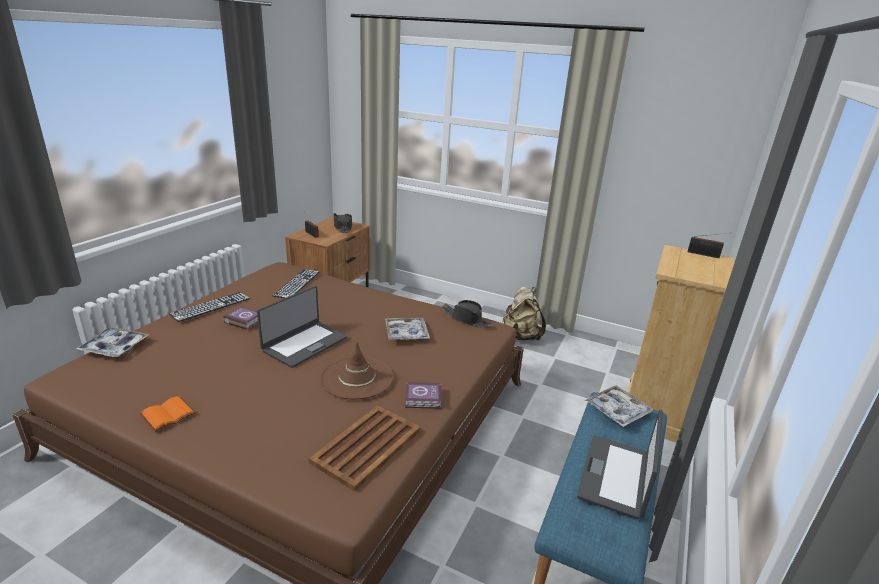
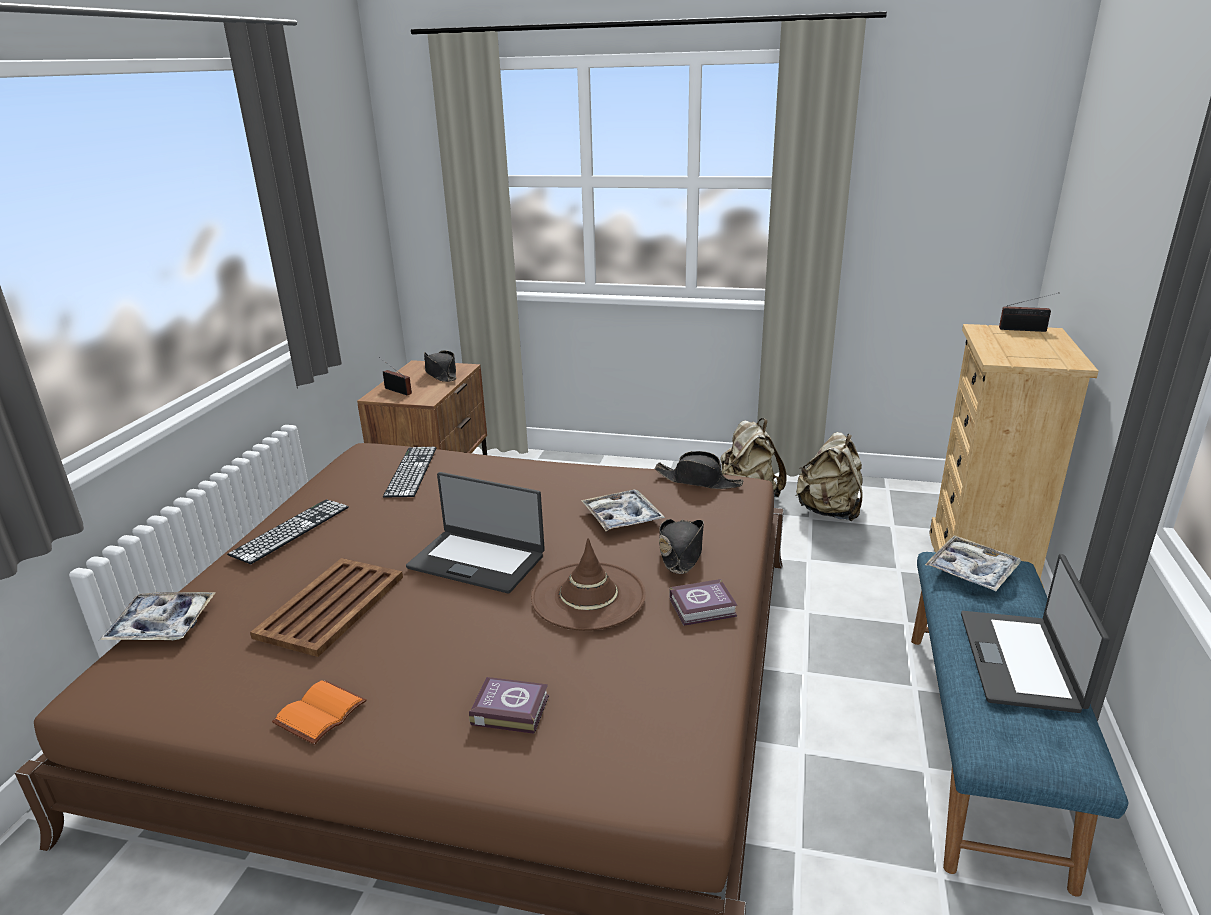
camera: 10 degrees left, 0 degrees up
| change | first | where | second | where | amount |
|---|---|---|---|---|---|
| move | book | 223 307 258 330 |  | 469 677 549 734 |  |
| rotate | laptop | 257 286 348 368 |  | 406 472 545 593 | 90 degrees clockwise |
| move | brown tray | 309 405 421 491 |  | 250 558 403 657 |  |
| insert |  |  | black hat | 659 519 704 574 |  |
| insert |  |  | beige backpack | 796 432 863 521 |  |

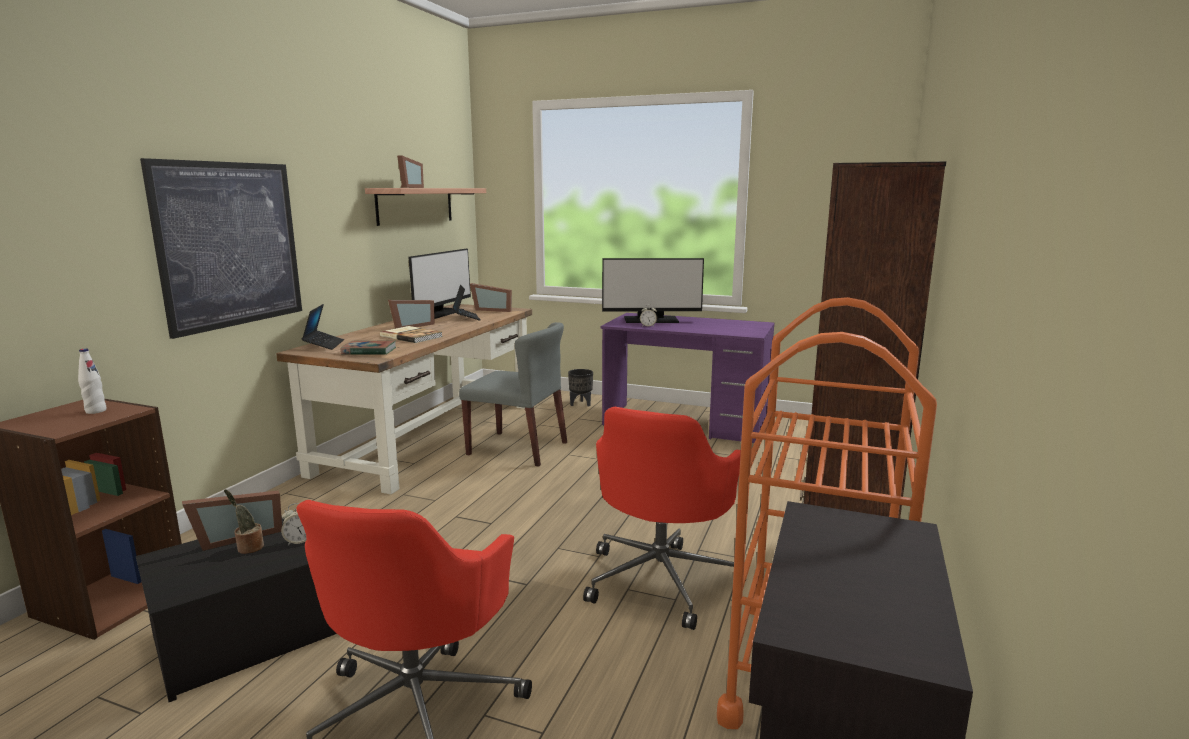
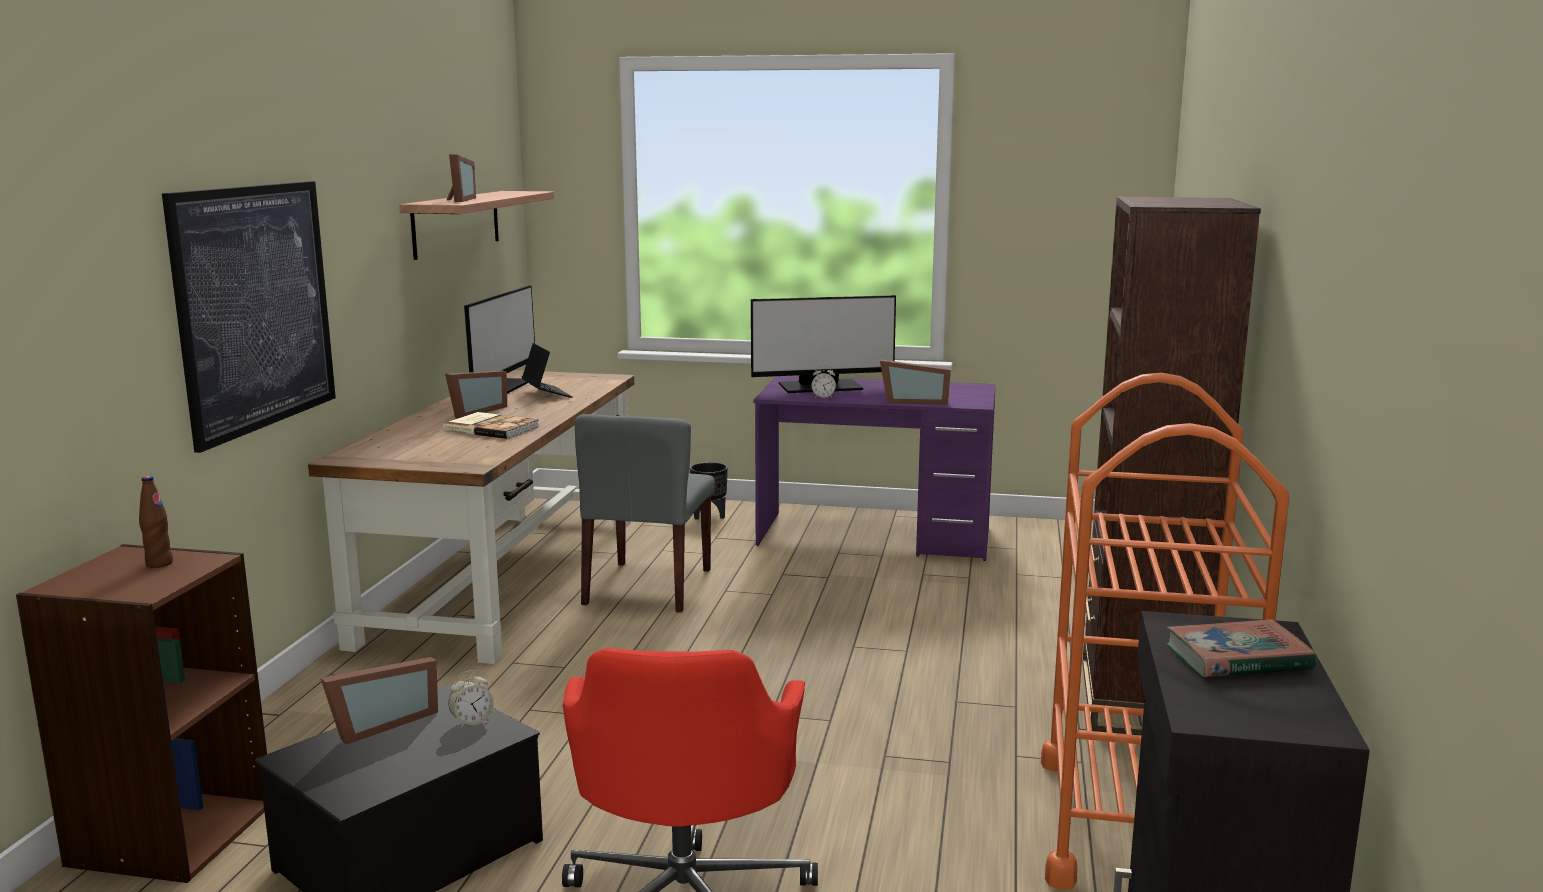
camera: 10 degrees left, 0 degrees up
| change | first | where | second | where | amount |
|---|---|---|---|---|---|
| recolor | white bottle | 78 349 107 414 | brown bottle | 139 476 173 568 |  |
| delete | potted plant | 224 489 264 554 |  |  |  |
| delete | laptop | 302 304 344 350 |  |  |  |
| move | book | 341 340 396 355 |  | 1166 619 1316 677 |  |
| rotate | grey chair | 459 322 567 467 |  | 575 414 715 613 | 90 degrees clockwise |
| move | picture frame | 470 283 512 312 |  | 880 359 951 405 |  |
| delete | red office chair | 583 407 741 630 |  |  |  |

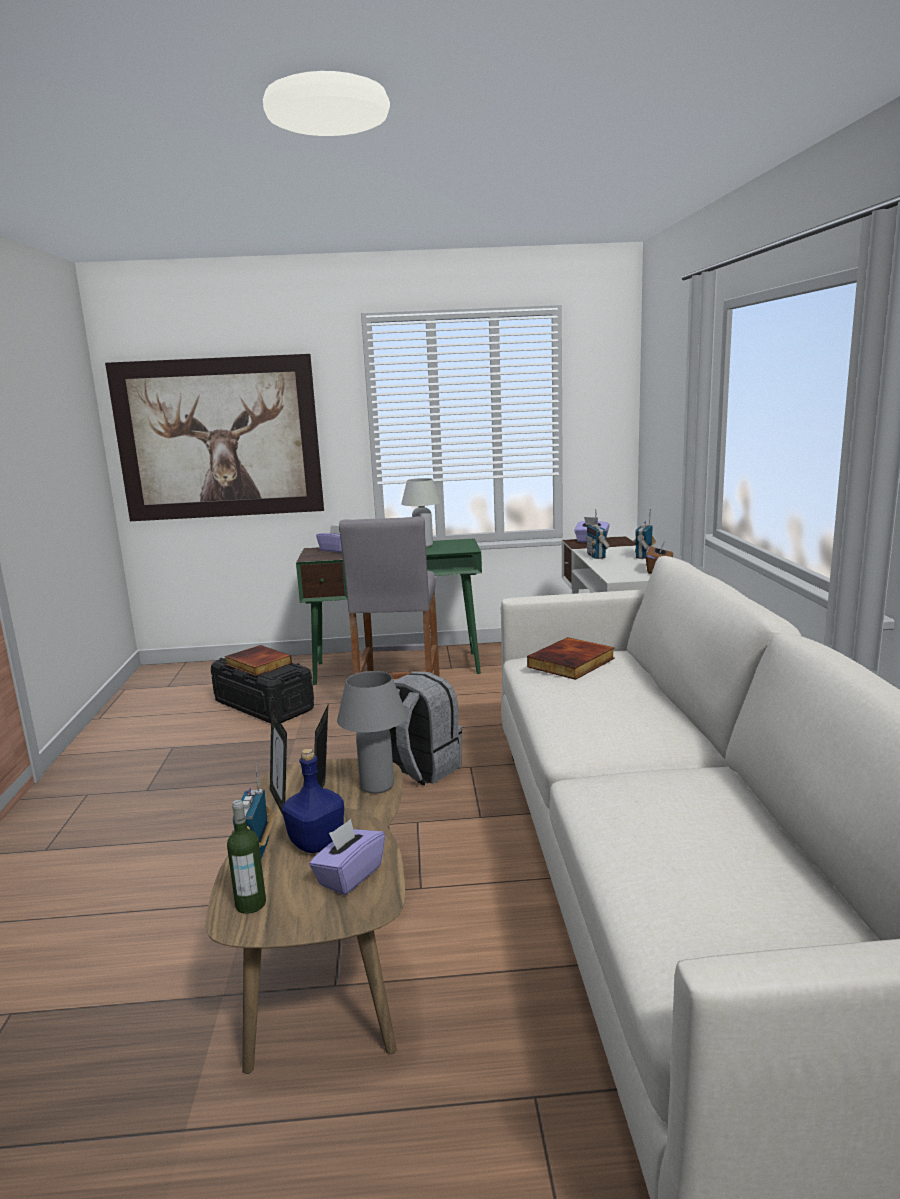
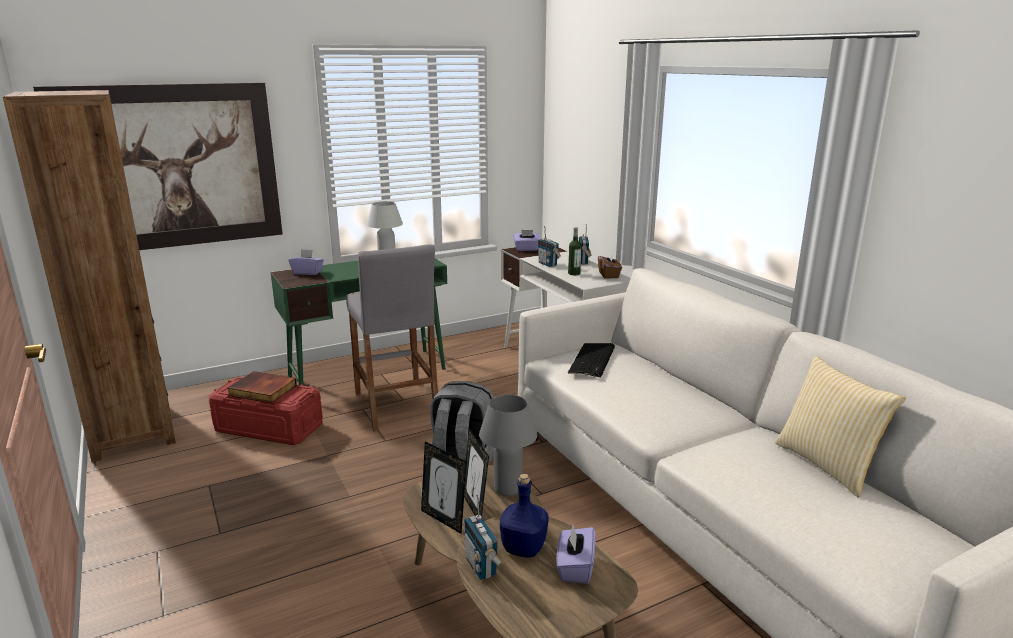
camera: 25 degrees left, 5 degrees up
| change | first | where | second | where | amount |
|---|---|---|---|---|---|
| recolor | black storage box | 211 658 314 724 | red storage box | 208 377 323 445 |  |
| move | bottle | 227 800 266 914 |  | 568 227 581 275 |  |
| replace | book | 527 637 615 680 | keyboard | 568 343 615 377 |  |
| insert |  |  | brown bookcase | 3 90 176 462 |  |
| insert |  |  | pillow | 775 356 906 498 |  |

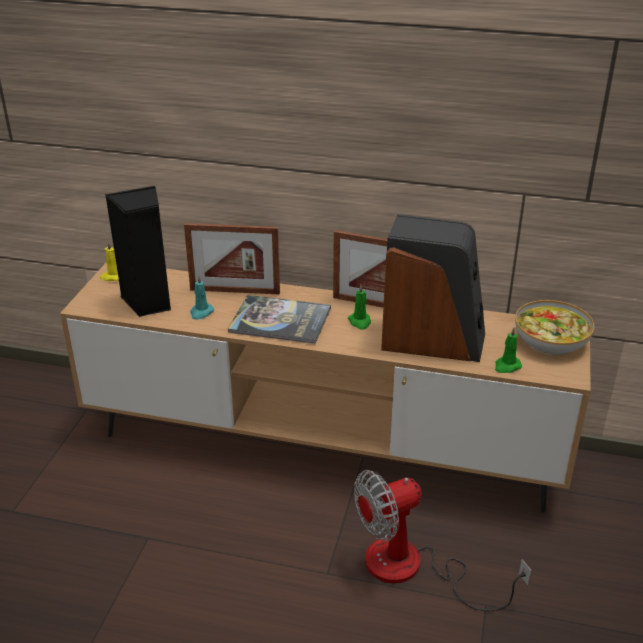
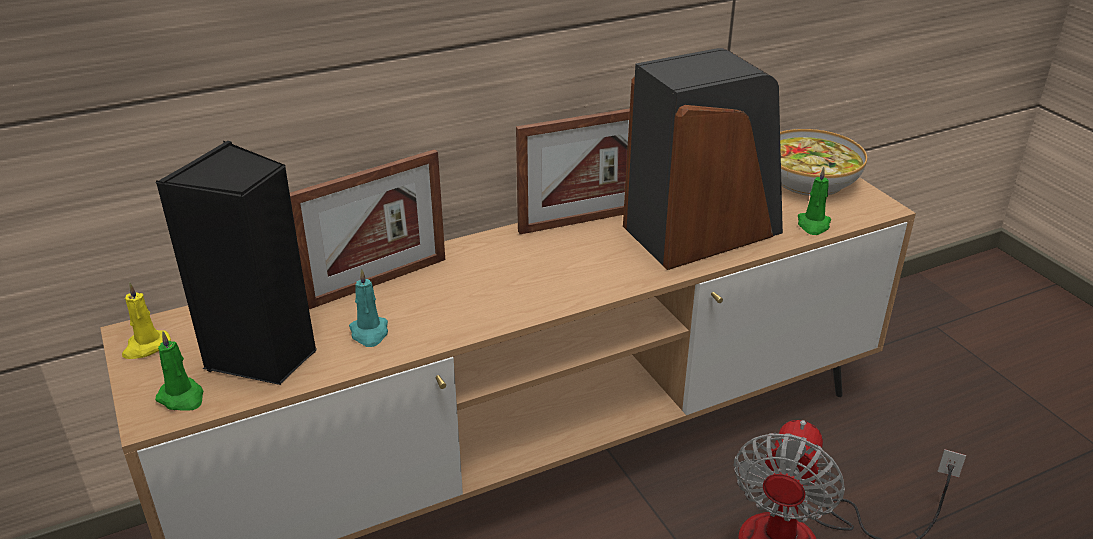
camera: 40 degrees left, 0 degrees up
| change | first | where | second | where | amount |
|---|---|---|---|---|---|
| delete | book | 228 295 331 344 |  |  |  |
| move | green candle | 348 285 371 330 |  | 155 331 204 411 |  |

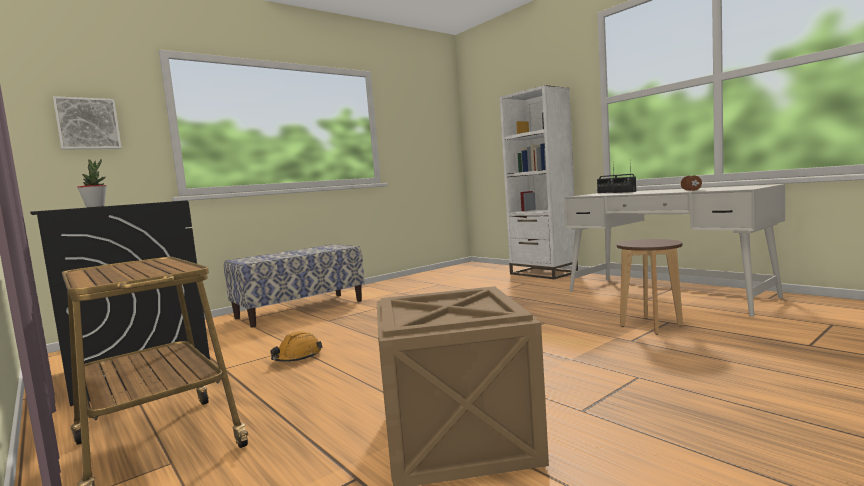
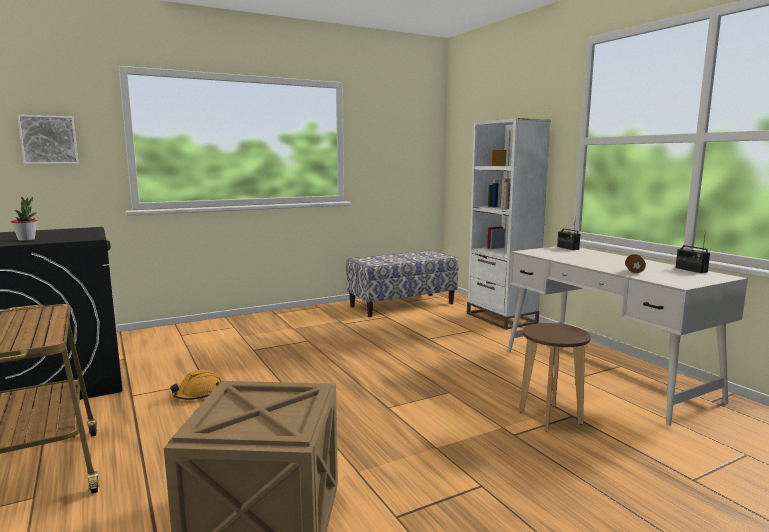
camera: 10 degrees right, 5 degrees up
| change | first | where | second | where | amount |
|---|---|---|---|---|---|
| move | bench | 224 244 365 328 |  | 346 250 459 317 |  |
| move | radio | 612 163 636 193 |  | 676 231 710 273 |  |

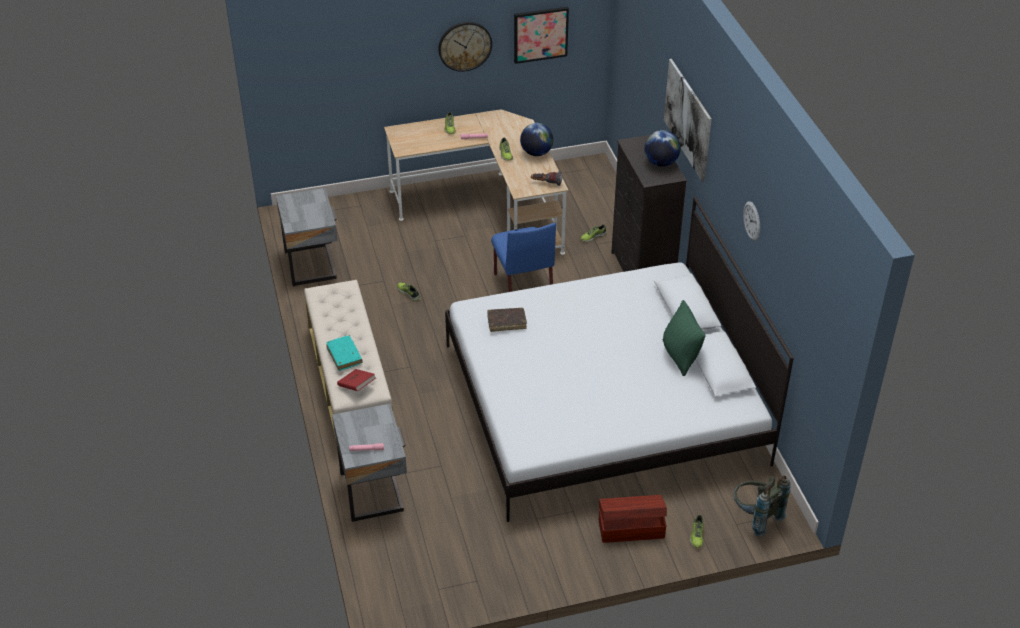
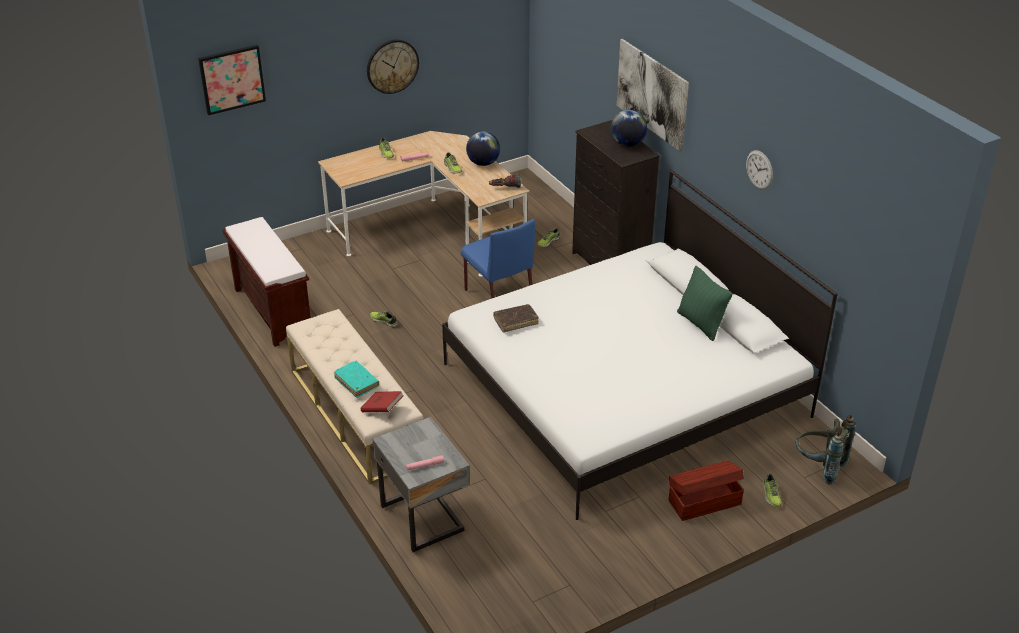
camera: 15 degrees left, 5 degrees down
| change | first | where | second | where | amount |
|---|---|---|---|---|---|
| replace | grey nightstand | 276 188 337 286 | brown bench | 222 217 311 347 |  |
| move | picture | 514 7 569 64 |  | 198 45 266 115 |  |

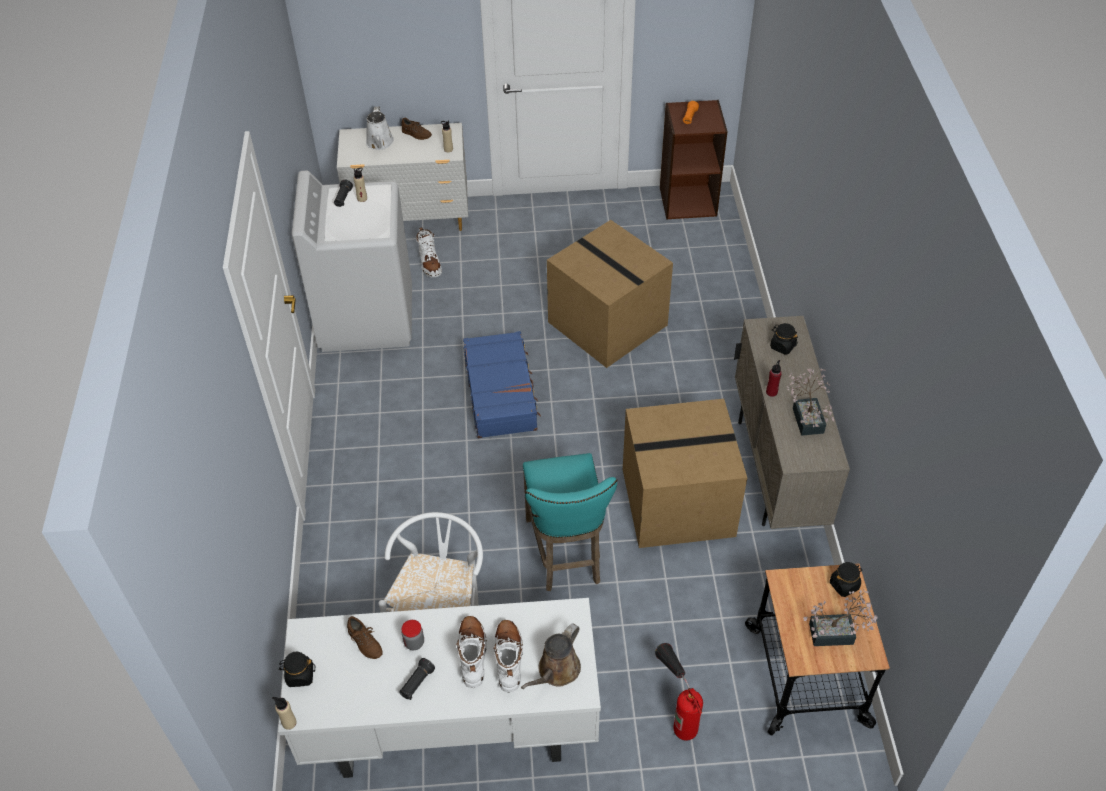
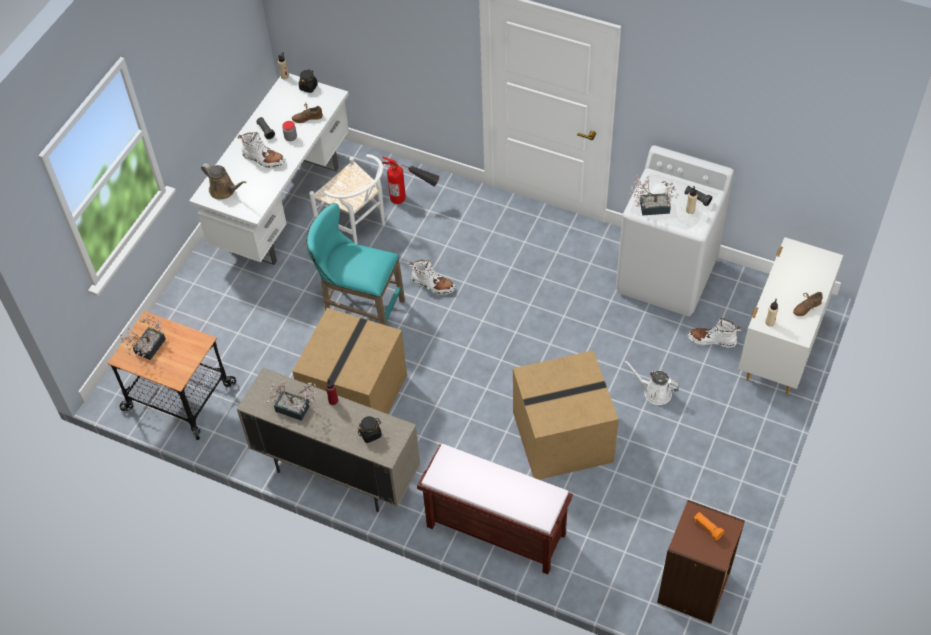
camera: 120 degrees right, 5 degrees up
| change | first | where | second | where | amount |
|---|---|---|---|---|---|
| move | white watering can | 366 107 394 150 |  | 624 360 680 405 |  |
| delete | blue suitcase | 463 331 541 438 |  |  |  |
| move | white boot | 494 620 523 693 |  | 409 260 455 295 |  |
| rotate | brown watering can | 521 623 581 689 |  | 201 163 247 200 | 150 degrees clockwise |
| move | fire extinguisher | 655 643 703 741 |  | 382 157 439 204 |  |
| delete | black jar | 830 562 863 597 |  |  |  |
| insert |  |  | brown bench | 417 444 573 574 |  |
| insert |  |  | potted plant | 629 175 679 216 |  |

